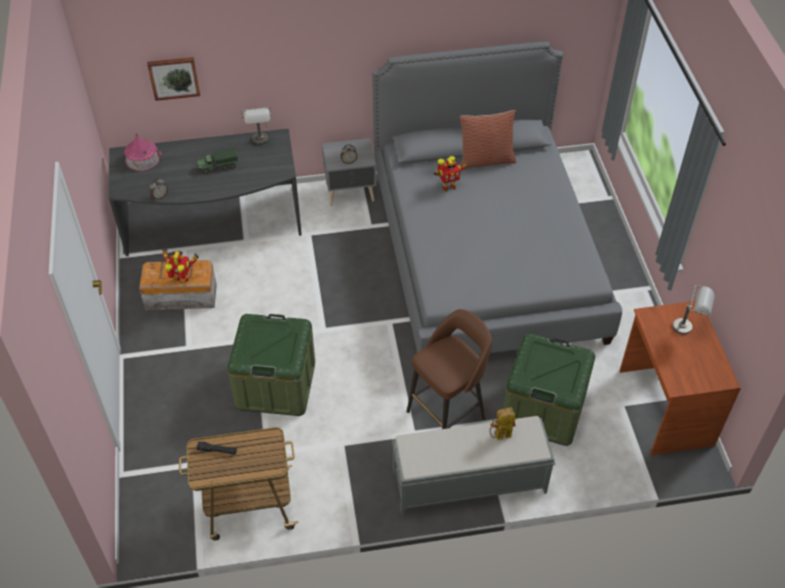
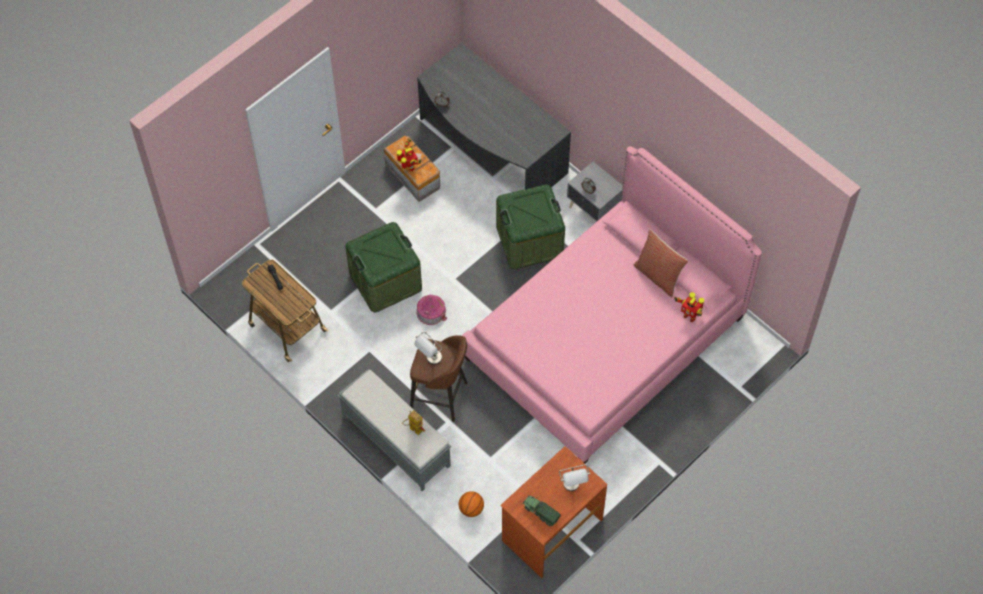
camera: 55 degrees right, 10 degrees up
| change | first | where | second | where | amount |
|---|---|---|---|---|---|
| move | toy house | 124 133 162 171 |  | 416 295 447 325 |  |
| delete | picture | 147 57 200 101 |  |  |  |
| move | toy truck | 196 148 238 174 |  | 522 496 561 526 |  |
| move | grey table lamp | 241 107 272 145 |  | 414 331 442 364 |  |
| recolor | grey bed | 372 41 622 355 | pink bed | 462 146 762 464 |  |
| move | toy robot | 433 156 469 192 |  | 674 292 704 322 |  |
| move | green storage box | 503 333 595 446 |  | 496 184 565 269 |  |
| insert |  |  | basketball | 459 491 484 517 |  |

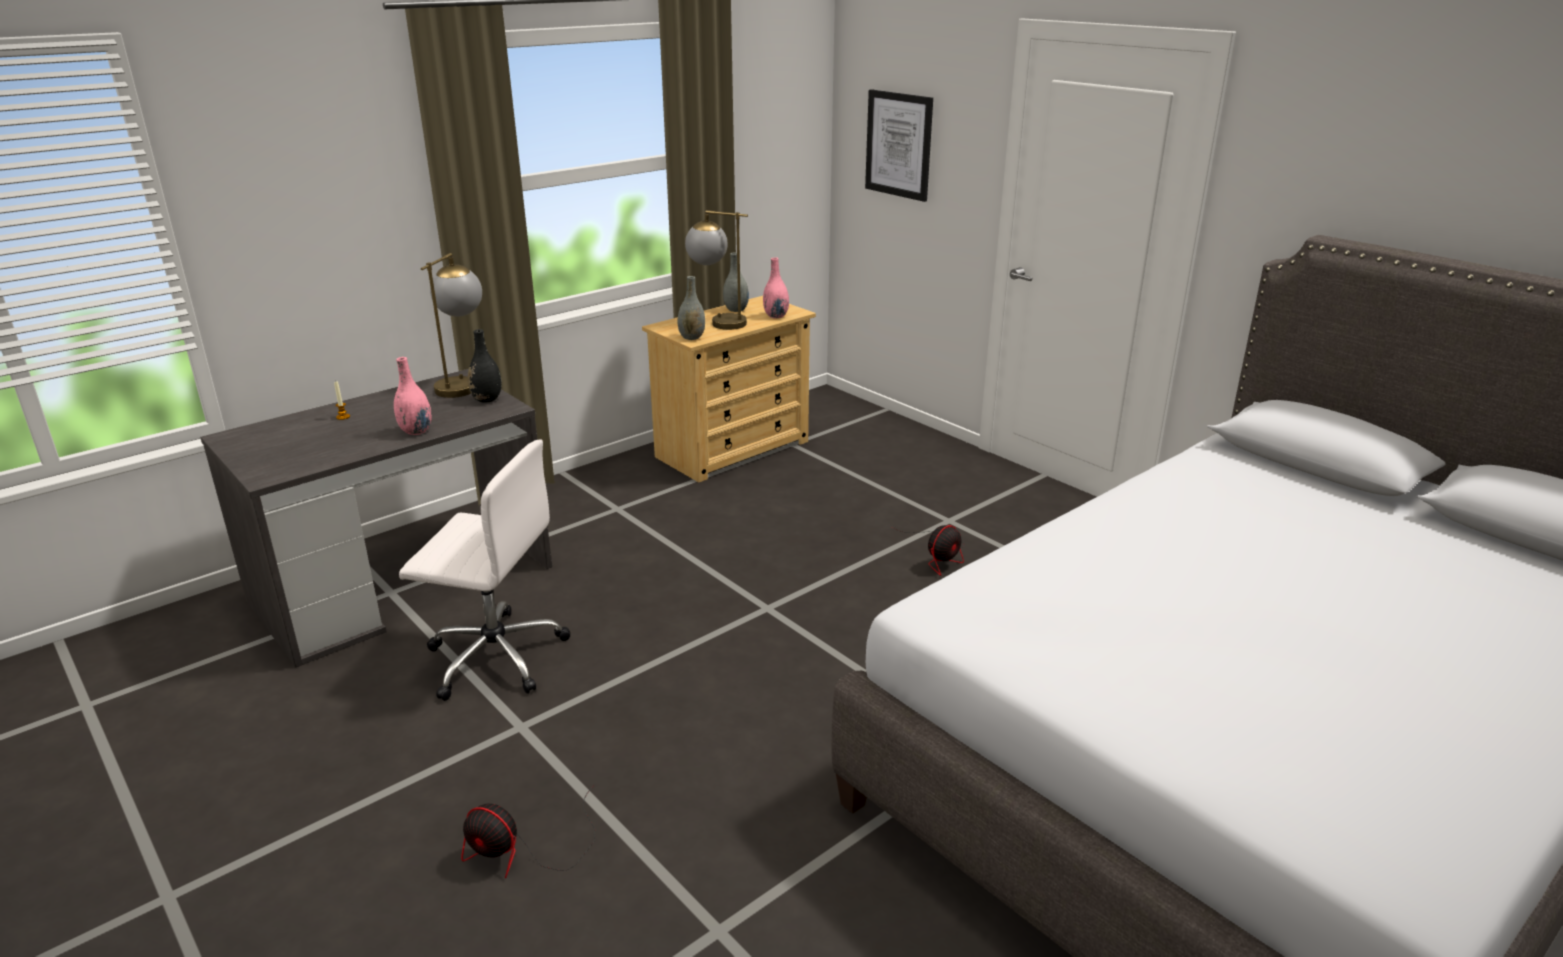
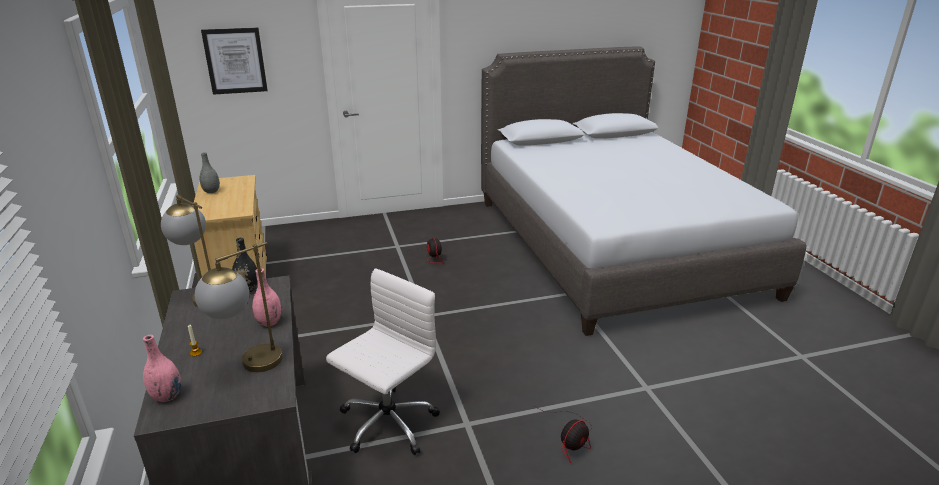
camera: 65 degrees left, 0 degrees up
| change | first | where | second | where | amount |
|---|---|---|---|---|---|
| delete | grey vase | 677 276 705 340 |  |  |  |
| move | table lamp | 685 210 748 330 |  | 195 242 283 372 |  |
| move | pink vase | 763 257 789 318 |  | 143 335 181 402 |  |

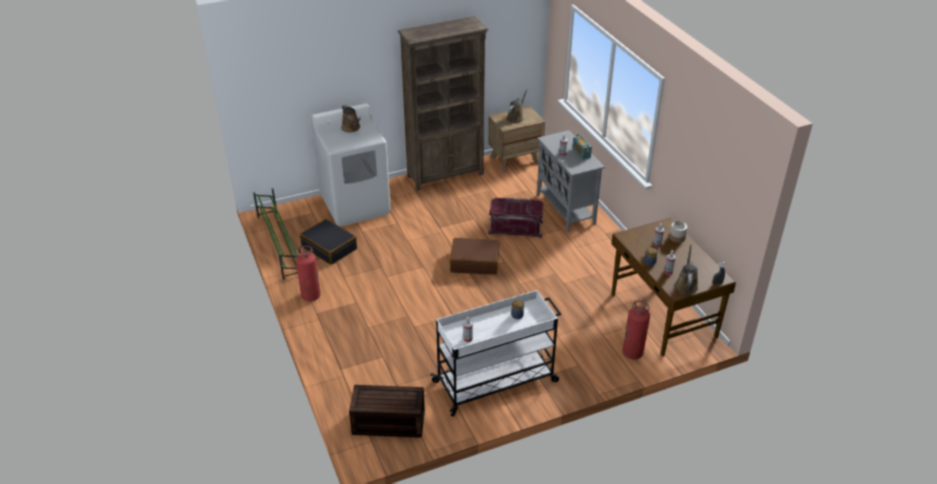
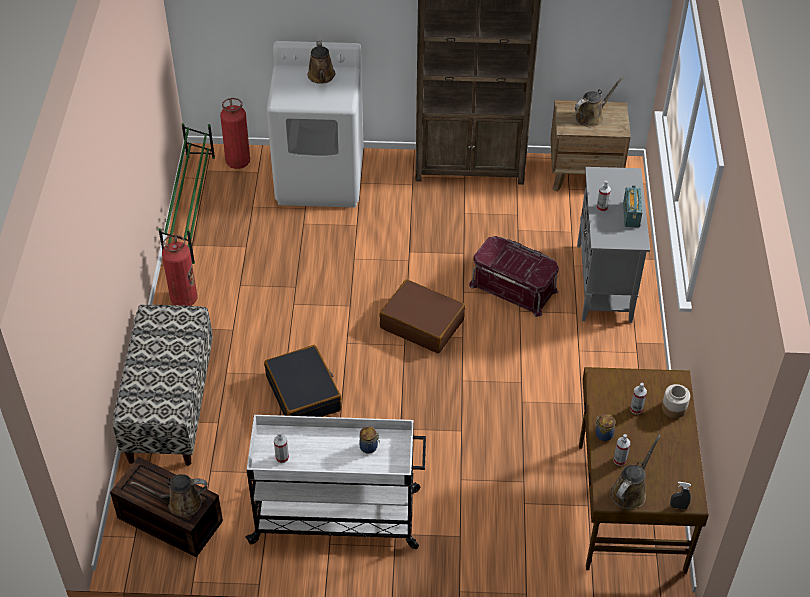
camera: 25 degrees right, 10 degrees up
| change | first | where | second | where | amount |
|---|---|---|---|---|---|
| move | black suitcase | 300 219 357 265 |  | 264 345 342 417 |  |
| move | fire extinguisher | 623 301 650 360 |  | 220 98 250 169 |  |
| insert |  |  | bench | 113 305 213 466 |  |
| insert |  |  | brown watering can | 130 474 207 517 |  |

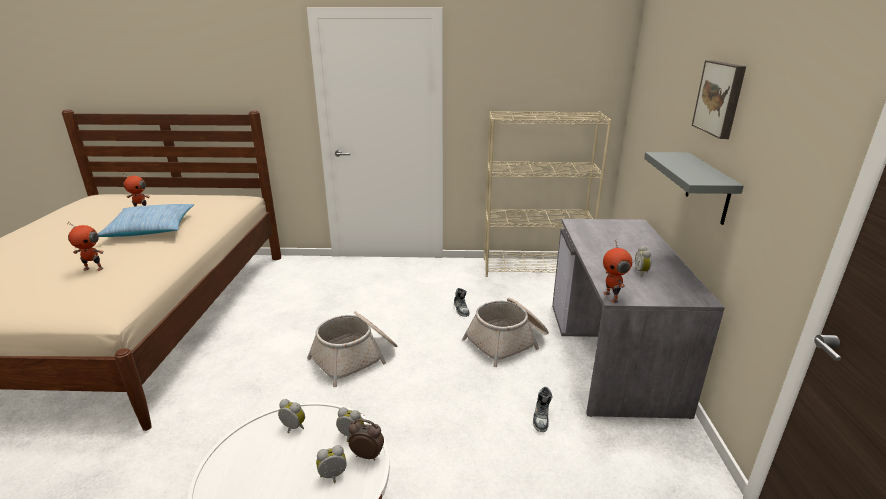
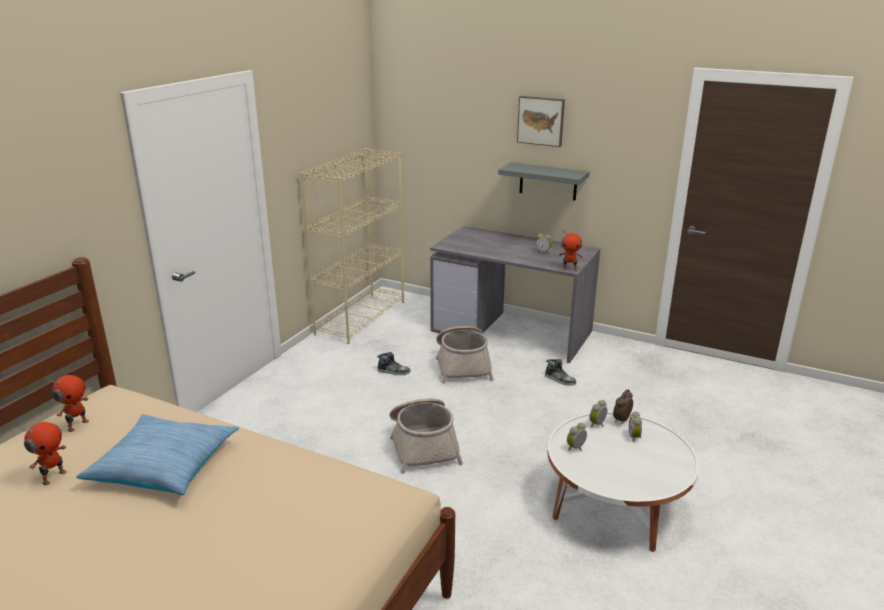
camera: 65 degrees left, 0 degrees up
| change | first | where | second | where | amount |
|---|---|---|---|---|---|
| move | toy robot | 68 221 104 271 |  | 49 375 89 432 |  |

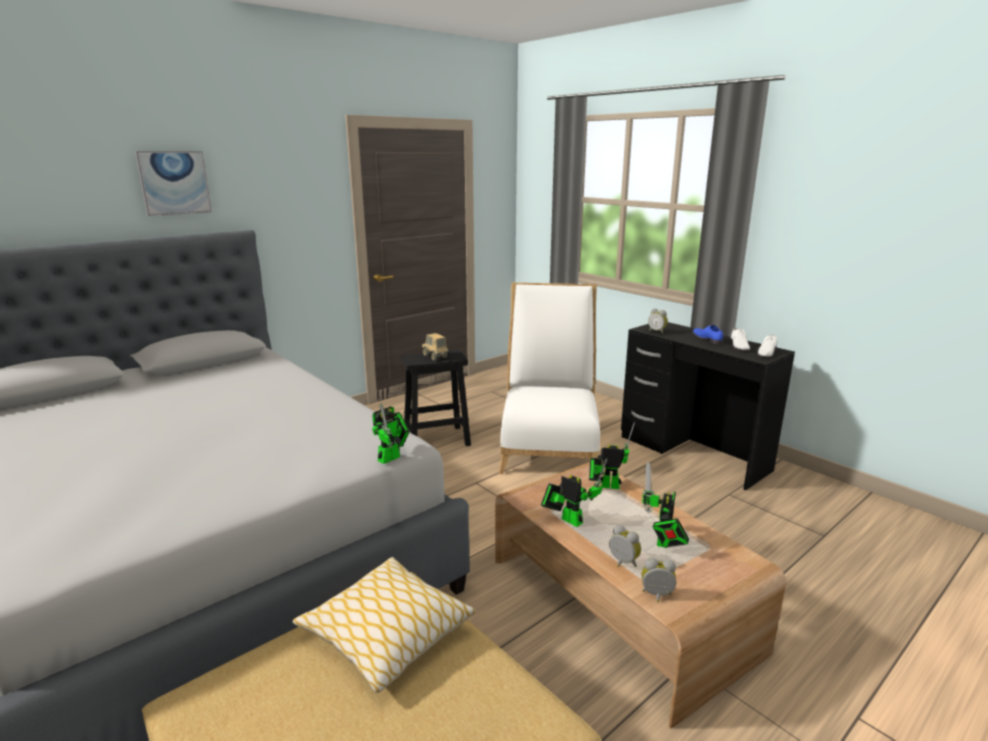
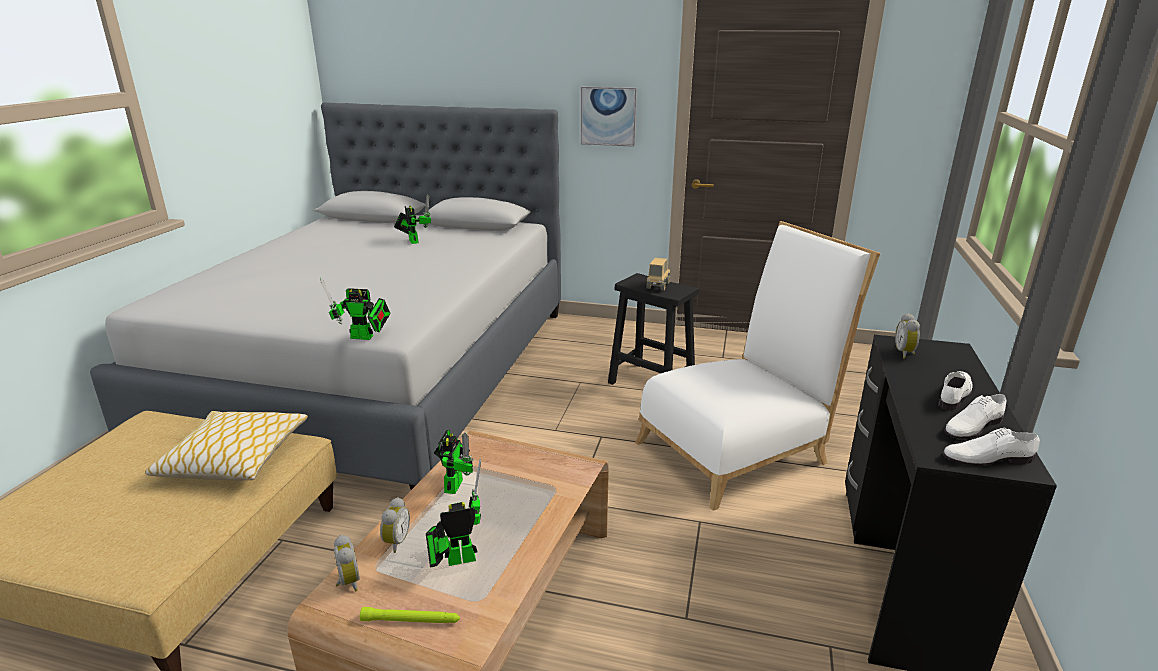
camera: 55 degrees right, 5 degrees up
| change | first | where | second | where | amount |
|---|---|---|---|---|---|
| move | picture | 135 151 212 216 |  | 581 87 637 147 |  |
| move | toy robot | 589 422 635 489 |  | 394 195 431 244 |  |
| recolor | blue shoe | 693 325 723 345 | white shoe | 939 371 972 411 |  |
| insert |  |  | green flashlight | 360 607 460 623 |  |

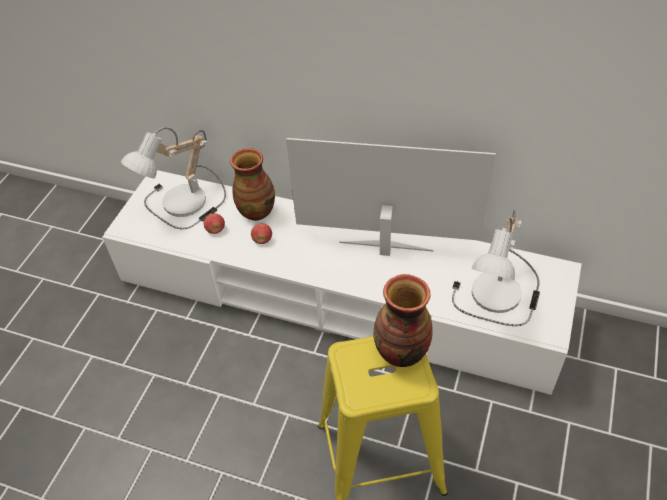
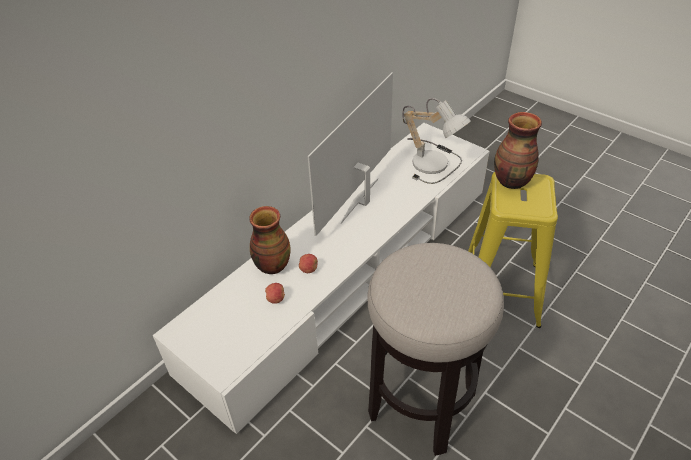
camera: 70 degrees left, 5 degrees down
| change | first | where | second | where | amount |
|---|---|---|---|---|---|
| delete | table lamp | 121 127 226 230 |  |  |  |
| insert |  |  | stool | 367 243 504 456 |  |

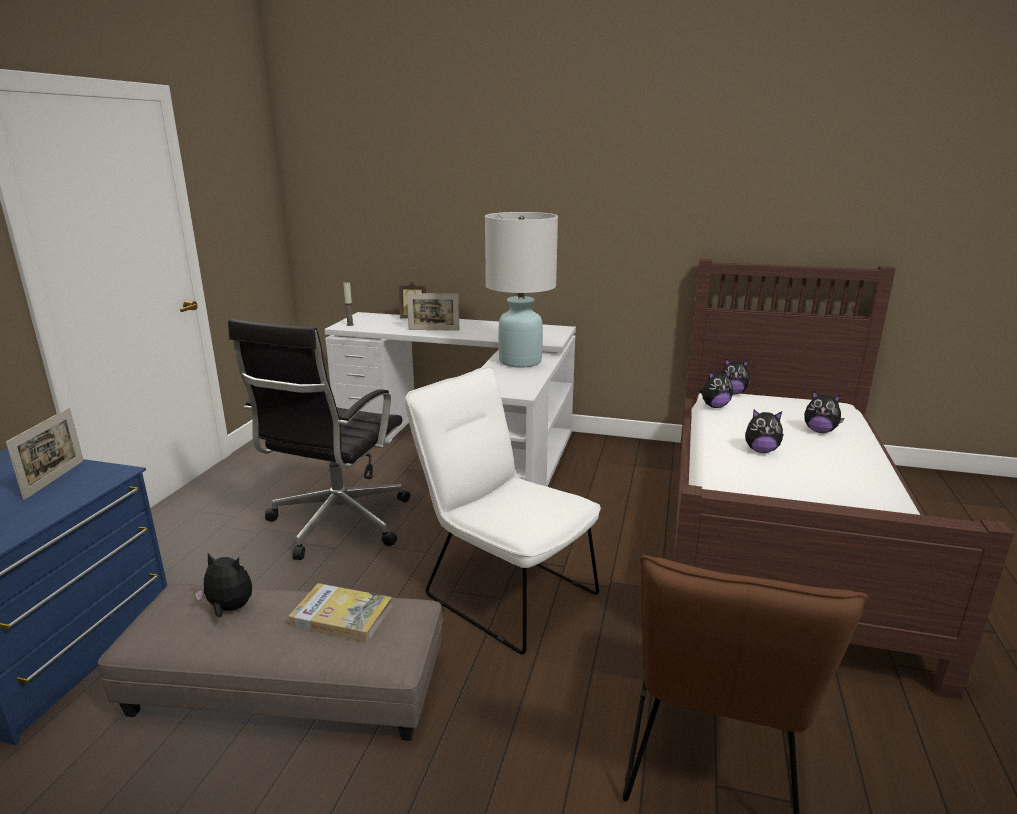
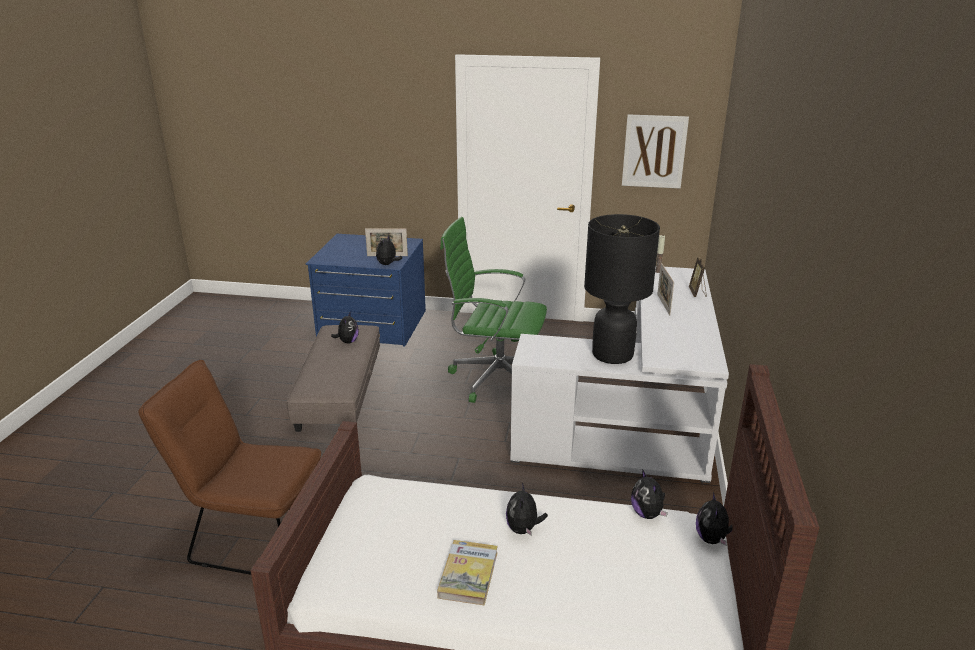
camera: 85 degrees right, 5 degrees up
| change | first | where | second | where | amount |
|---|---|---|---|---|---|
| recolor | black office chair | 228 319 411 560 | green office chair | 440 217 547 403 |  |
| move | book | 288 583 393 642 |  | 437 540 498 606 |  |
| delete | white chair | 404 367 601 654 |  |  |  |
| recolor | white table lamp | 485 212 558 368 | black table lamp | 584 214 660 364 |  |
| move | plush toy | 804 391 844 433 |  | 376 235 402 265 |  |
| insert |  |  | picture | 622 114 689 189 |  |

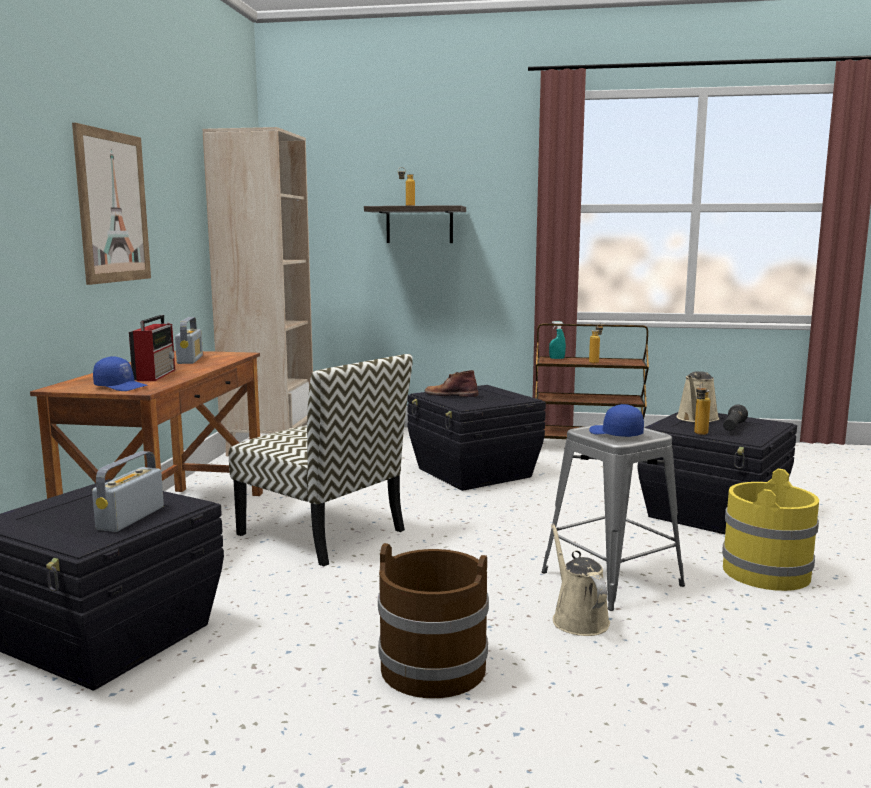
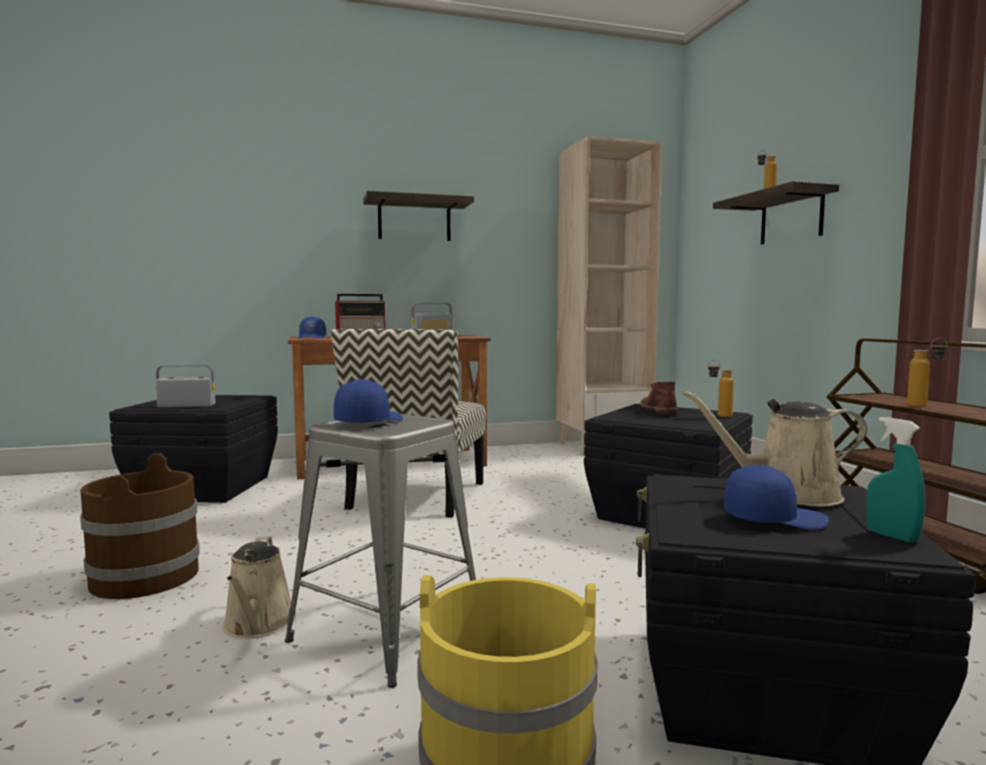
camera: 65 degrees right, 5 degrees down
| change | first | where | second | where | amount |
|---|---|---|---|---|---|
| replace | picture | 72 123 151 285 | shelf | 363 191 474 241 |  |
| move | turquoise spray bottle | 549 321 566 359 |  | 867 417 925 543 |  |
| rotate | beige watering can | 551 524 610 636 |  | 222 536 296 638 | 120 degrees clockwise |
| move | bottle | 694 383 710 435 |  | 708 360 734 417 |  |
| replace | black flashlight | 723 405 748 431 | blue cap | 724 465 829 530 |  |

